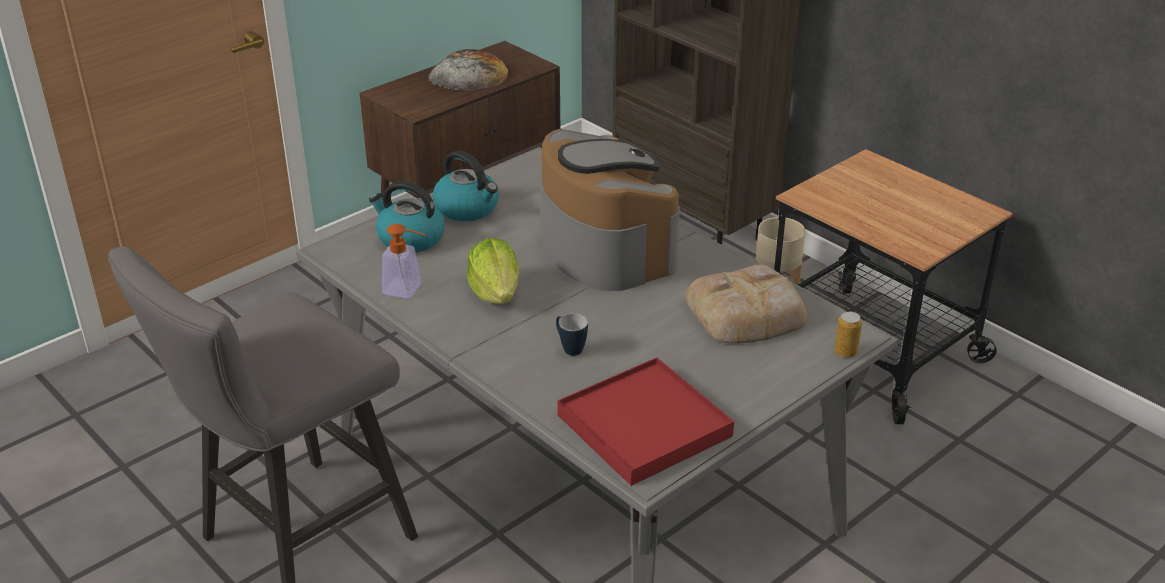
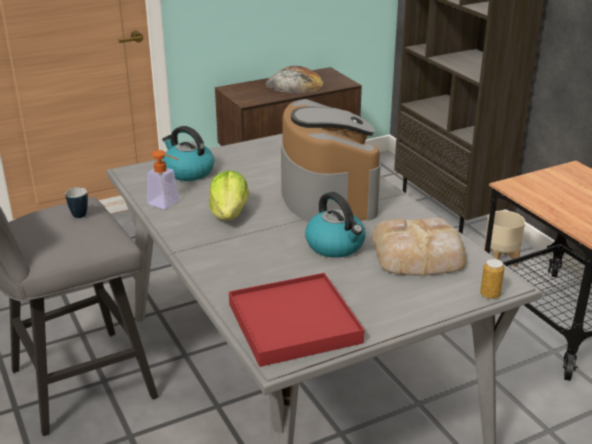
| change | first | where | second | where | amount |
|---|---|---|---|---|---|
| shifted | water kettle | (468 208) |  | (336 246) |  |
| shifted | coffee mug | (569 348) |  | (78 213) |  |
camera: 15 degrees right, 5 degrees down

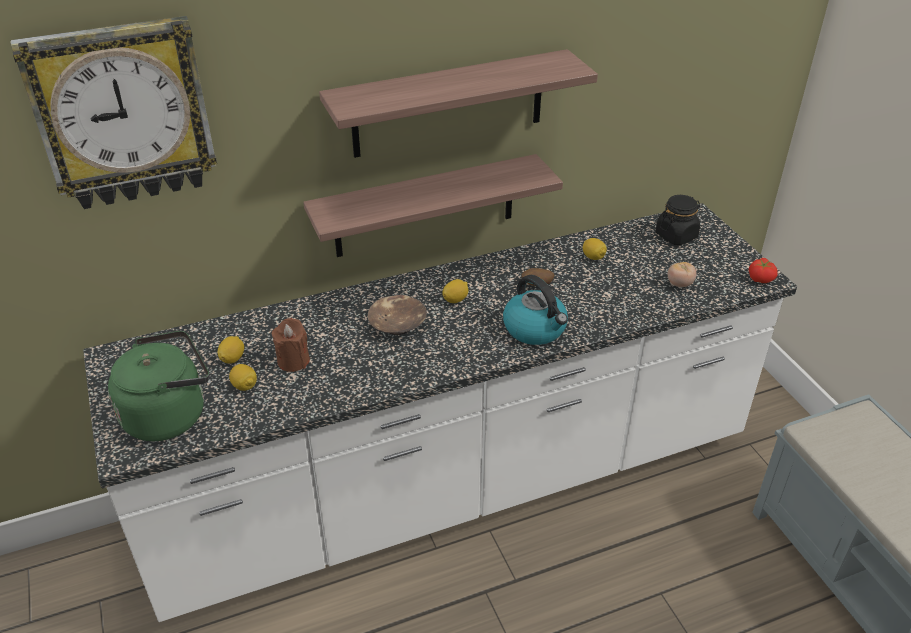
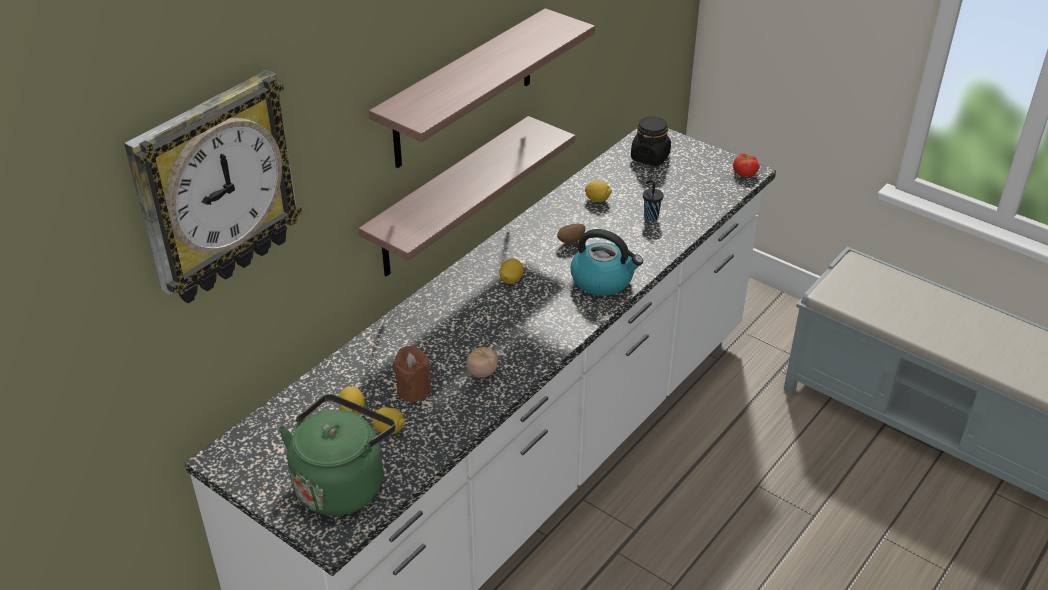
| change | first | where | second | where | amount |
|---|---|---|---|---|---|
| shifted | tomato | (679 284) |  | (482 372) |  |
| gone | brown-coloured serving bowl | (398 324) |  |  |  |
| new |  |  | black drinking cup | (650 216) |  |
camera: 30 degrees left, 0 degrees up

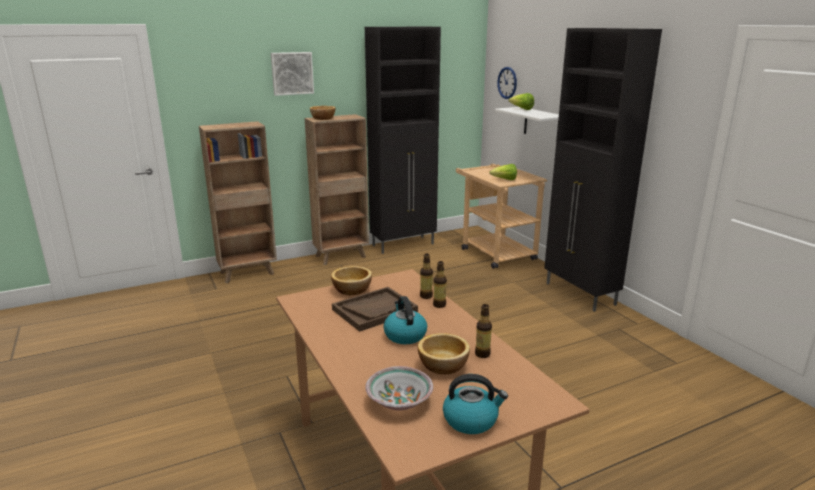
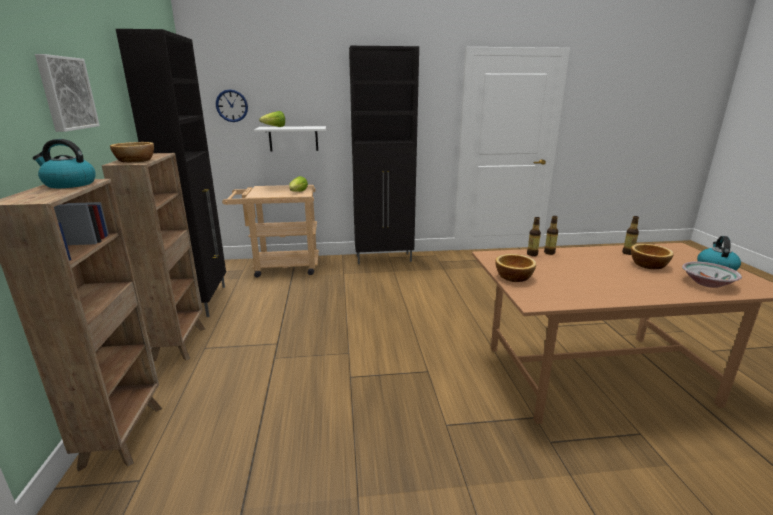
| change | first | where | second | where | amount |
|---|---|---|---|---|---|
| gone | brown-coloured carrying tray | (374 310) |  |  |  |
| shifted | water kettle | (404 335) |  | (69 184) |  |
camera: 70 degrees left, 0 degrees up

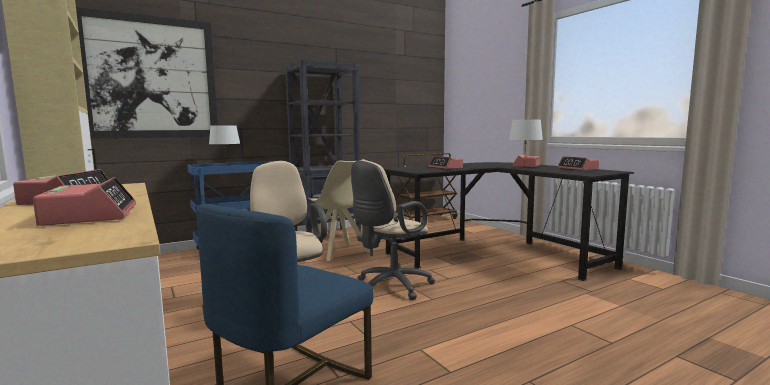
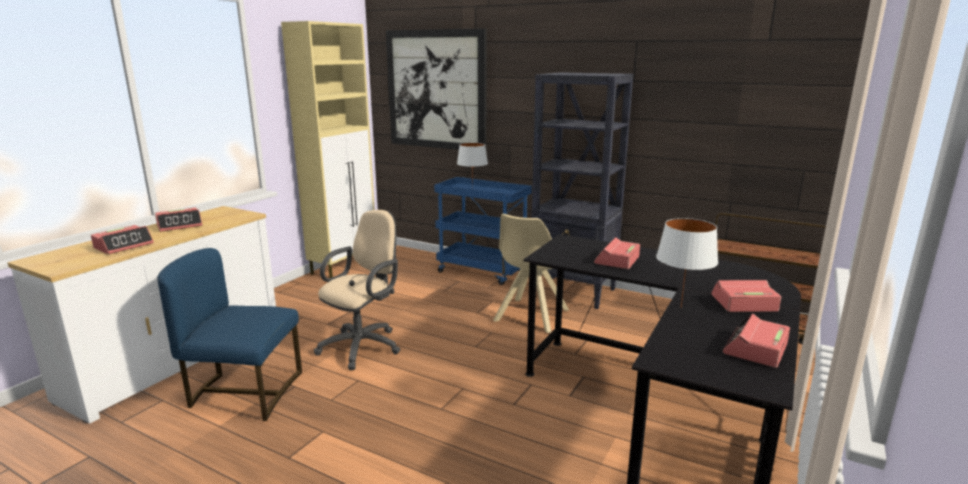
| change | first | where | second | where | amount |
|---|---|---|---|---|---|
| gone | beige computer chair | (390 287) |  |  |  |
camera: 60 degrees right, 10 degrees up

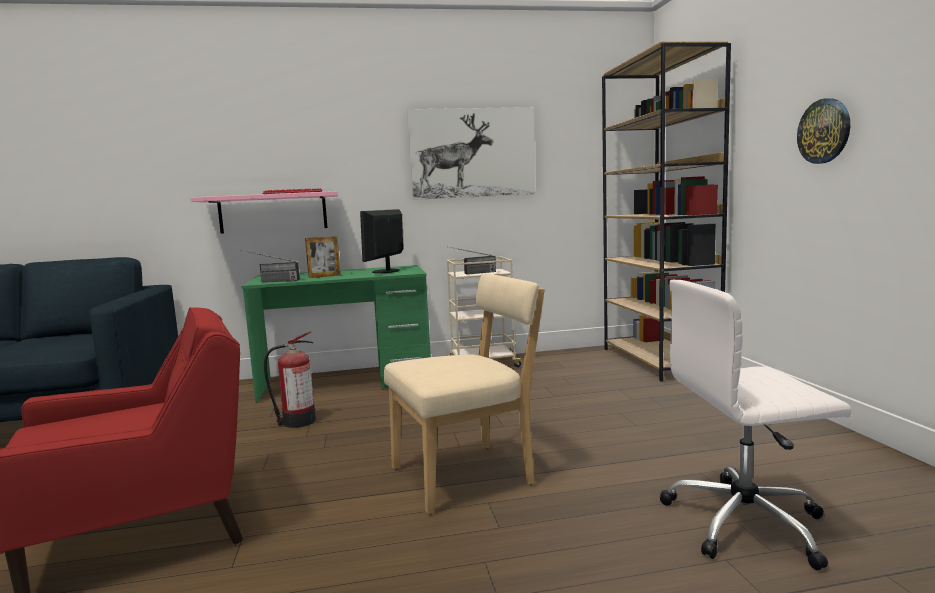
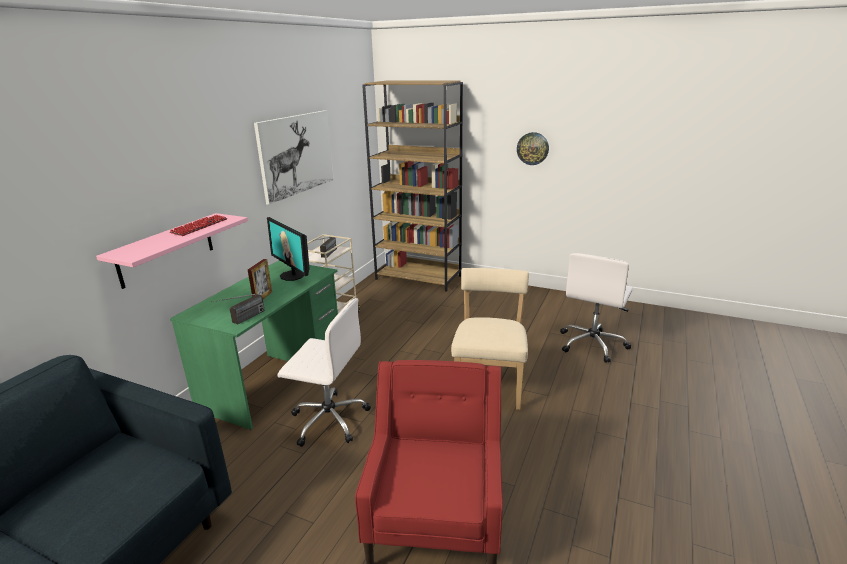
| change | first | where | second | where | amount |
|---|---|---|---|---|---|
| swapped | fire-fighting cylinder | (297 422) | white-coloured computer chair | (328 419) |  |
camera: 55 degrees left, 15 degrees up

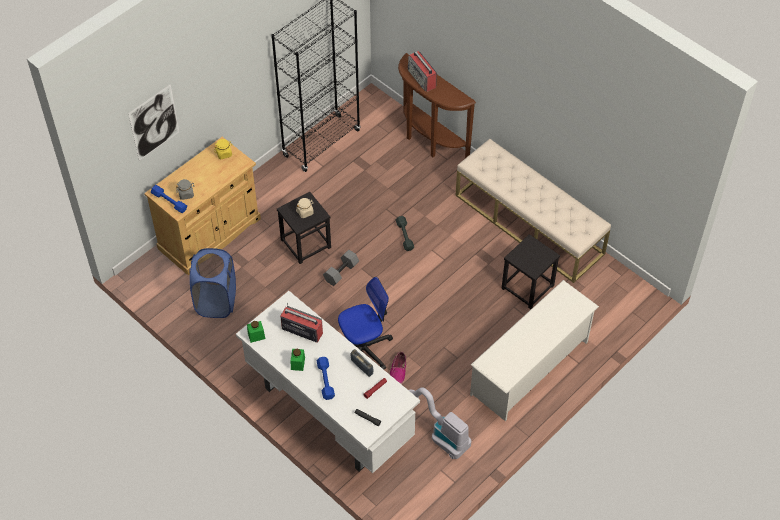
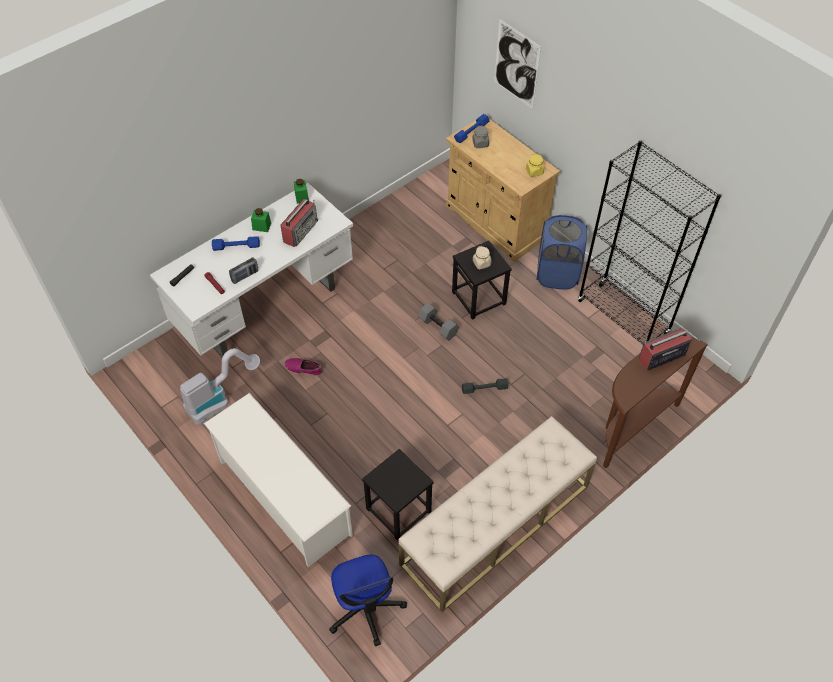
| change | first | where | second | where | amount |
|---|---|---|---|---|---|
| shifted | bluish washing basket | (216 301) |  | (557 274) |  |
| shifted | computer chair | (364 349) |  | (365 609) |  |
camera: 95 degrees right, 0 degrees up

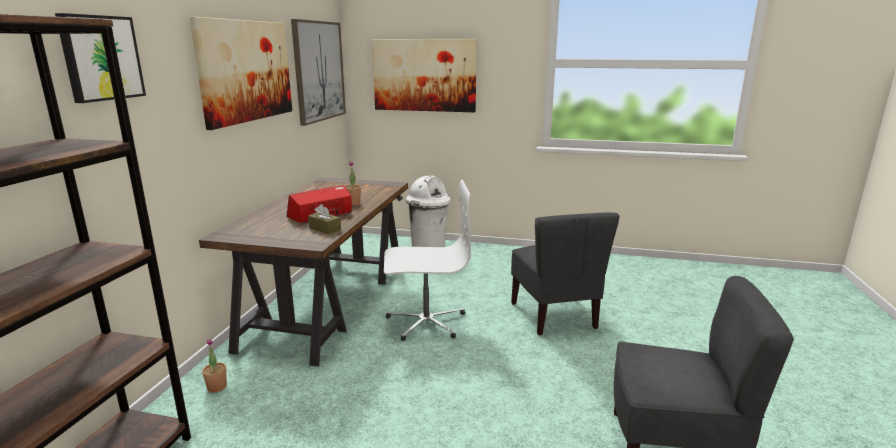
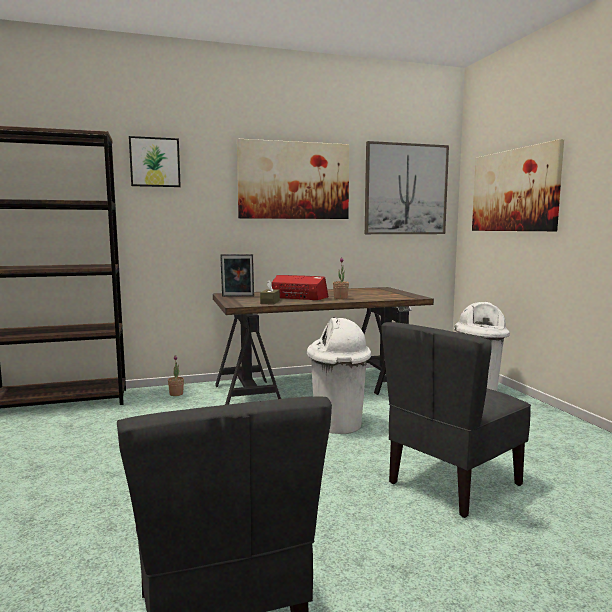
| change | first | where | second | where | amount |
|---|---|---|---|---|---|
| swapped | white-coloured computer chair | (426 321) | white-coloured waste bin | (338 425) |  |
| new |  |  | picture frame | (237 296) |  |
camera: 60 degrees right, 10 degrees down

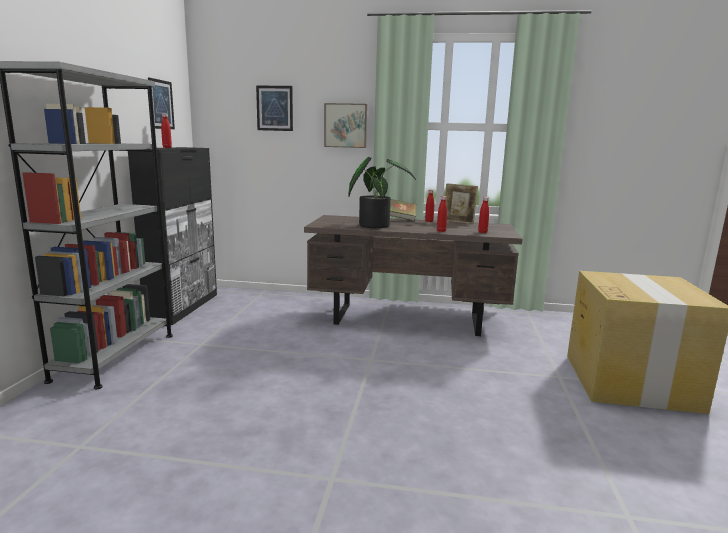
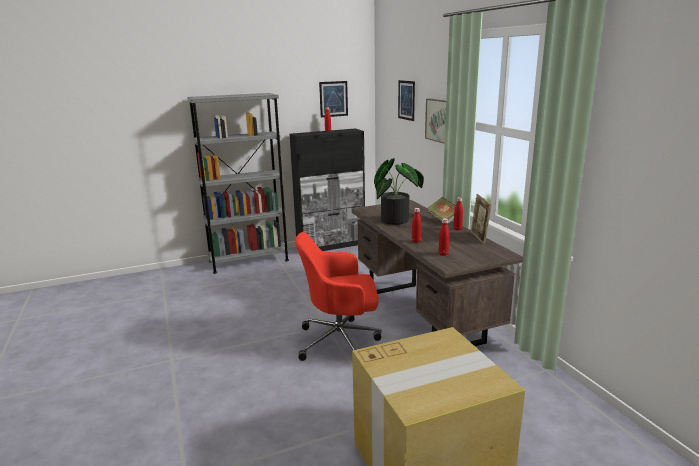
| change | first | where | second | where | amount |
|---|---|---|---|---|---|
| new |  |  | reddish computer chair | (341 342) |  |
camera: 60 degrees right, 5 degrees up

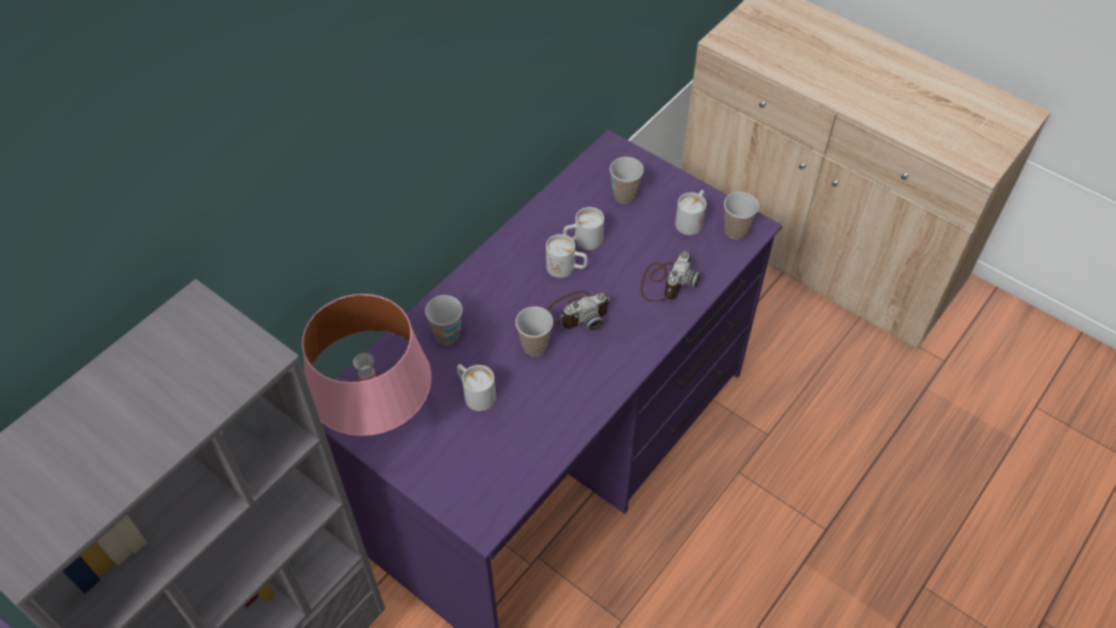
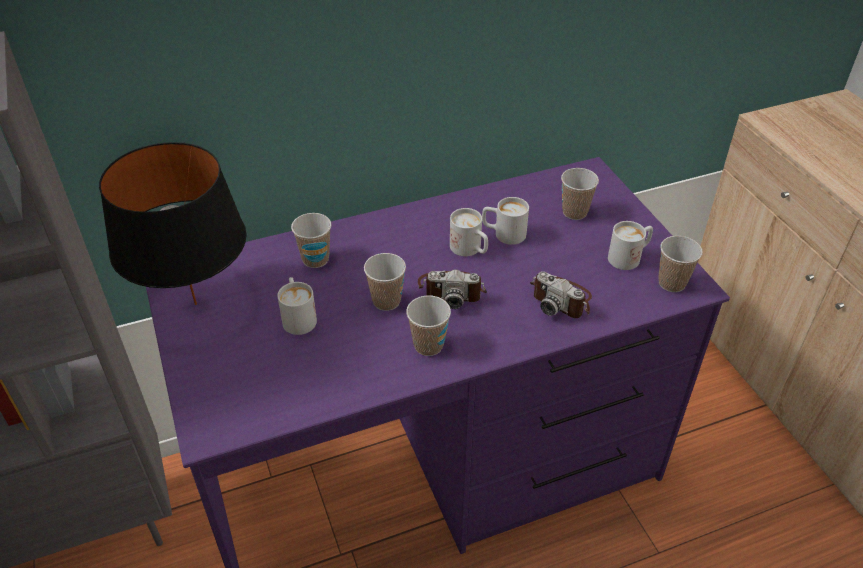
| change | first | where | second | where | amount |
|---|---|---|---|---|---|
| rotated | photo camera | (666 282) |  | (561 299) | 75 degrees clockwise |
| repainted | pinkish tabletop lamp | (379 423) | black tabletop lamp | (195 304) |  |
| new |  |  | drinking cup | (428 345) |  |
camera: 30 degrees right, 10 degrees down

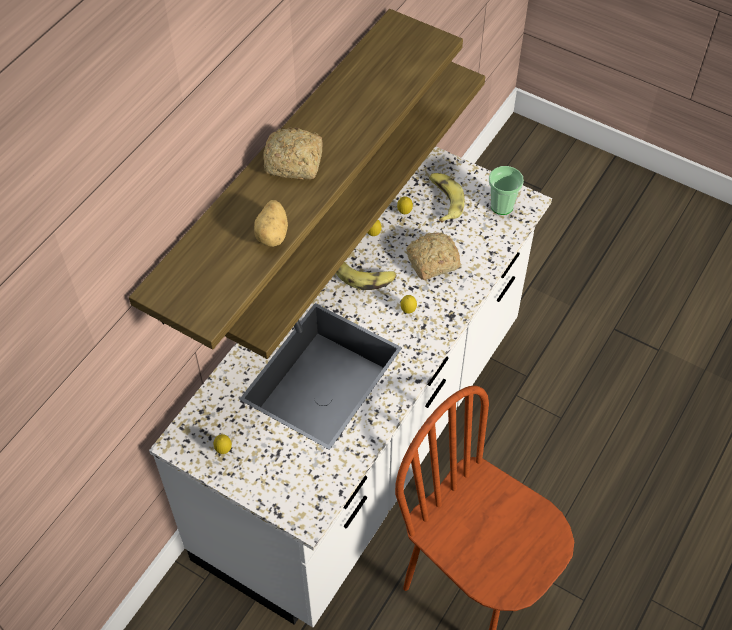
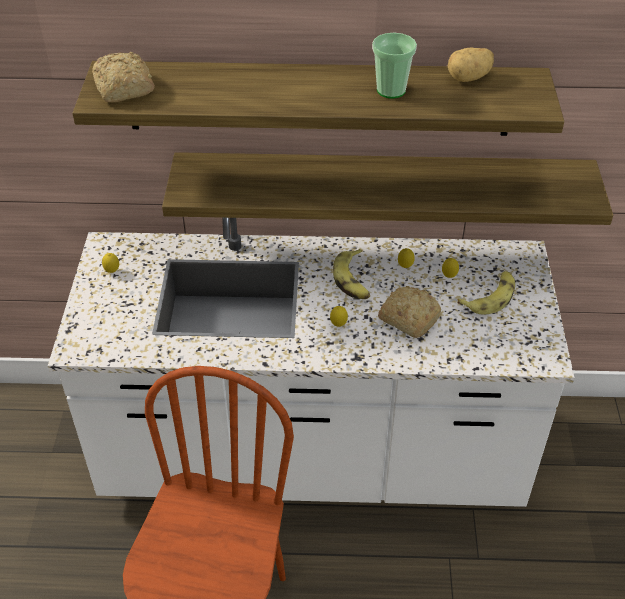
| change | first | where | second | where | amount |
|---|---|---|---|---|---|
| shifted | bakery bread | (295 163) |  | (123 89) |  |
| shifted | drinking cup | (502 206) |  | (391 90) |  |
| shifted | whole potato | (273 234) |  | (469 78) |  |
camera: 60 degrees right, 10 degrees down

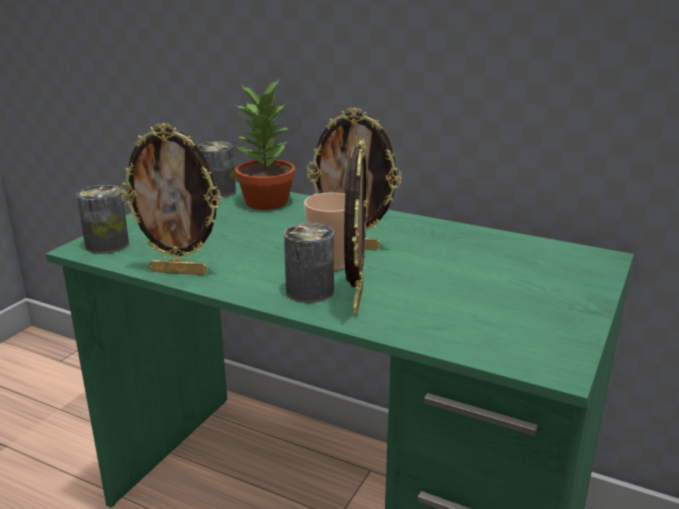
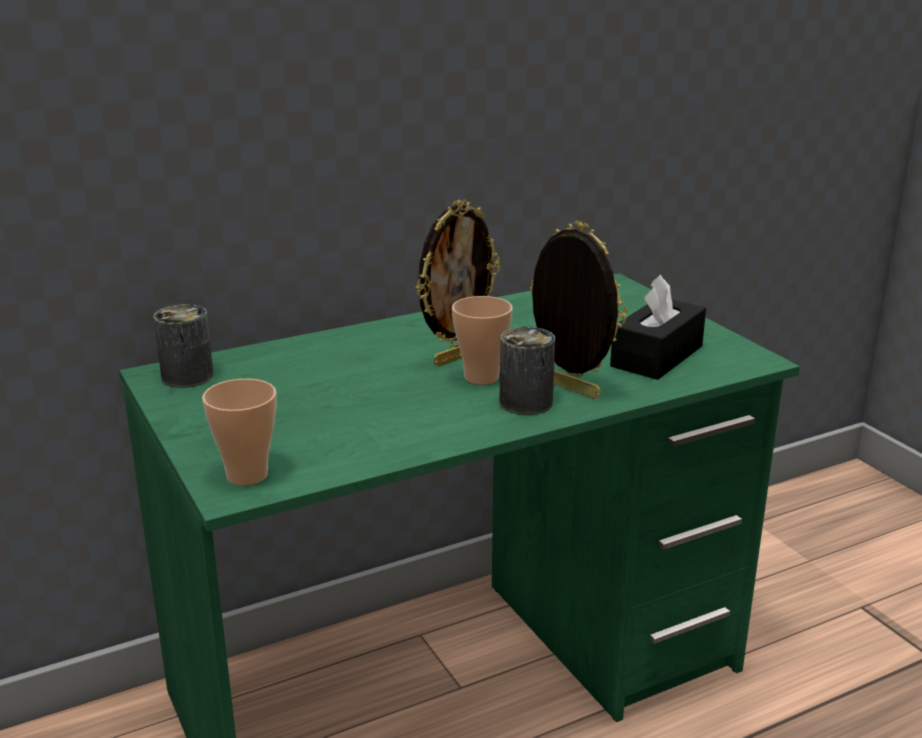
| change | first | where | second | where | amount |
|---|---|---|---|---|---|
| gone | plant in a pot | (267 202) |  |  |  |
| gone | picture frame | (180 271) |  |  |  |
| swapped | metal can | (107 245) | drinking cup | (247 475) |  |
| new |  |  | black tissue holder | (657 356) |  |
camera: 55 degrees left, 0 degrees up

